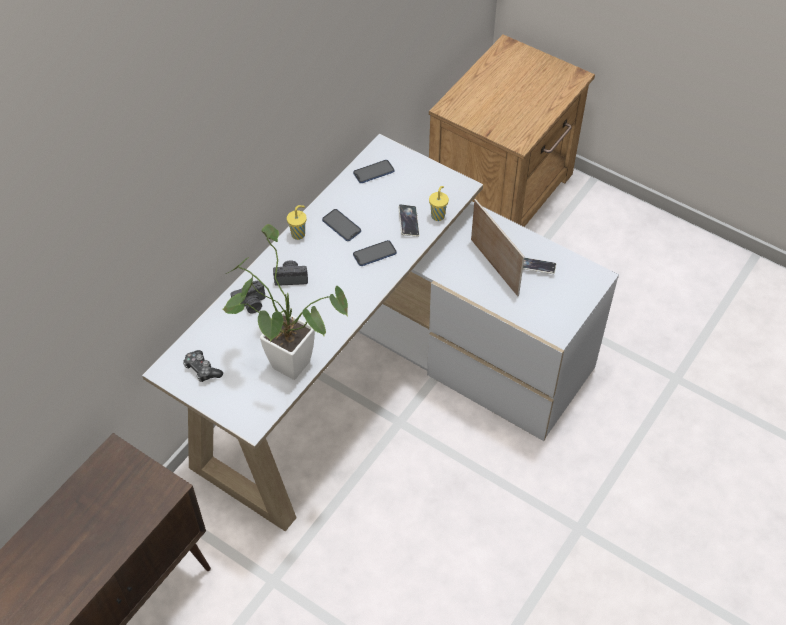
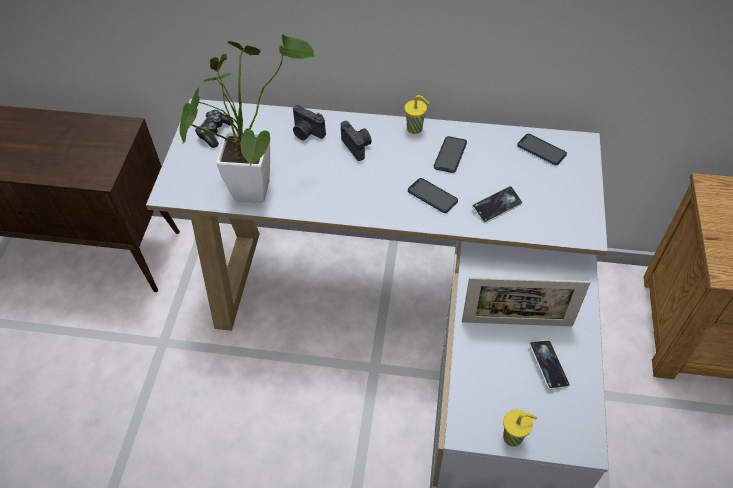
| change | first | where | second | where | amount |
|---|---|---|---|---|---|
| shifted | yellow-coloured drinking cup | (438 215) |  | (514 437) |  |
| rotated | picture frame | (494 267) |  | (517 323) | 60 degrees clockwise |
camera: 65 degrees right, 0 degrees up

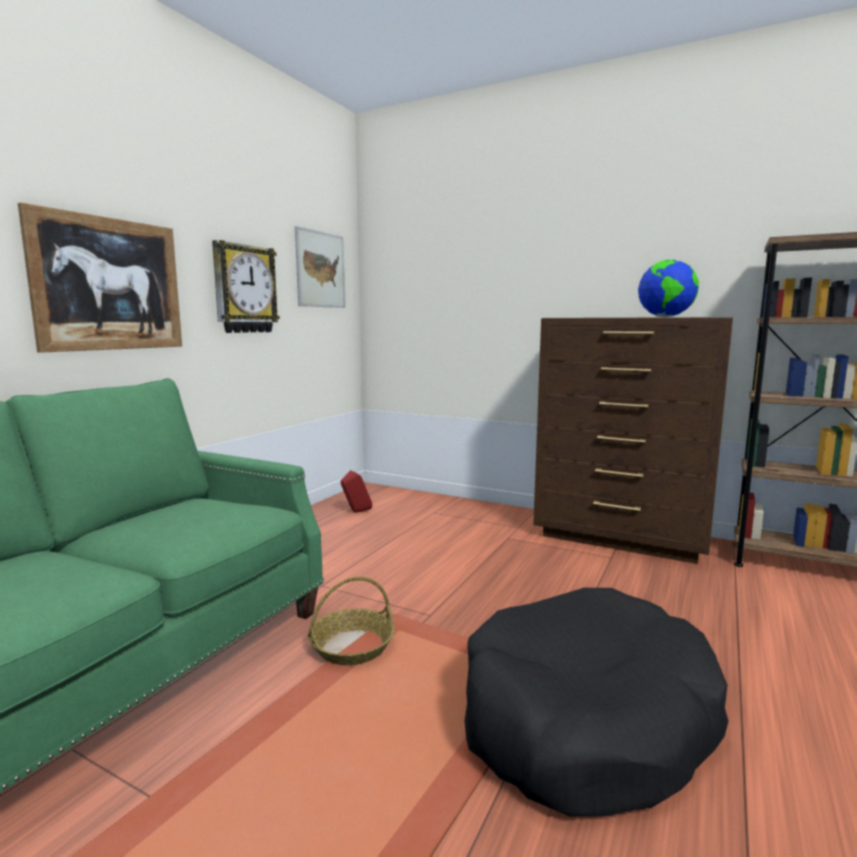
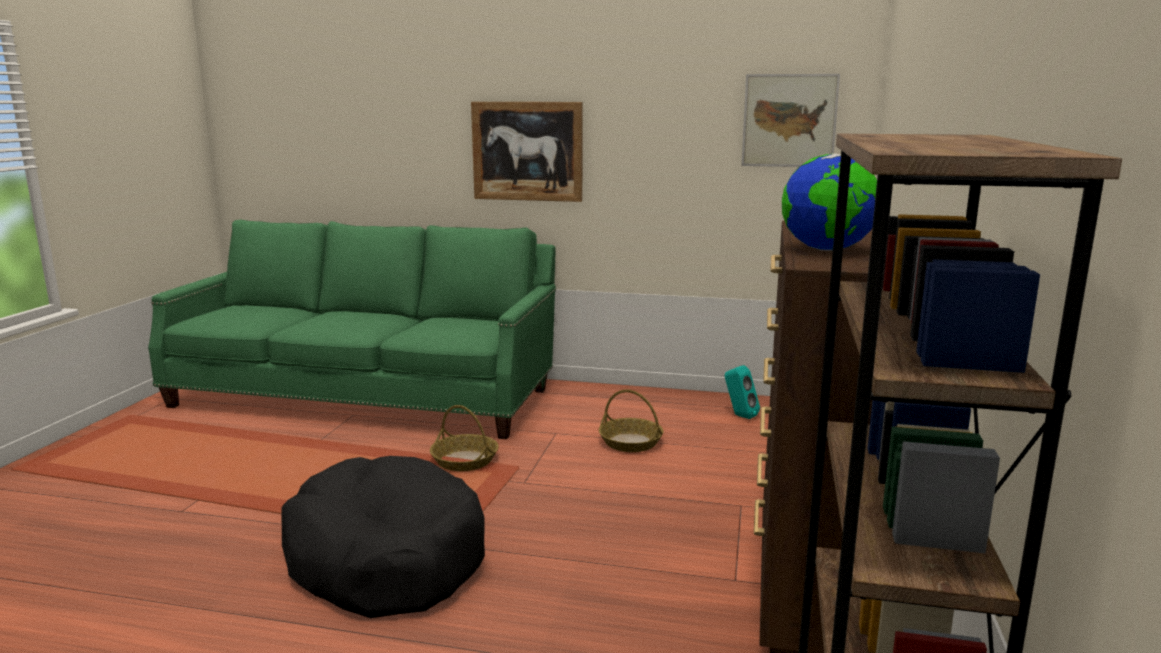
| change | first | where | second | where | amount |
|---|---|---|---|---|---|
| gone | clock on the wall | (244 289) |  |  |  |
| repainted | reddish speaker | (356 512) | turquoise speaker | (739 416) |  |
| new |  |  | household basket | (631 442) |  |
camera: 75 degrees right, 5 degrees up

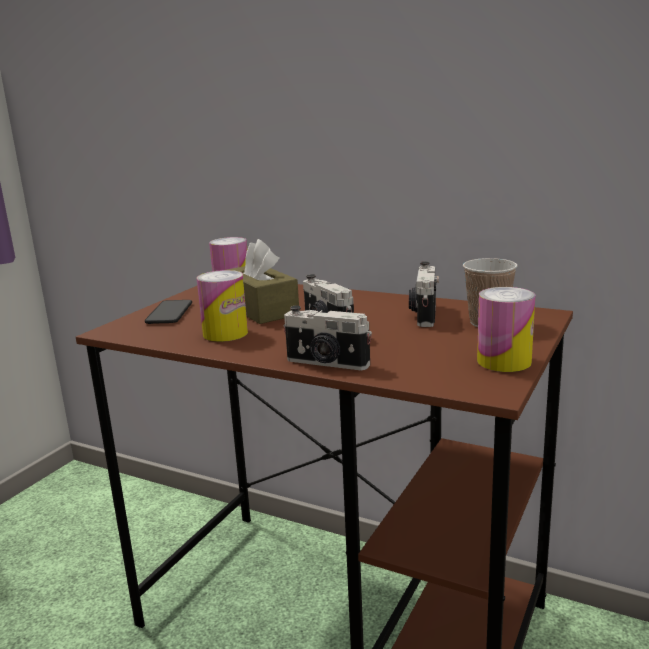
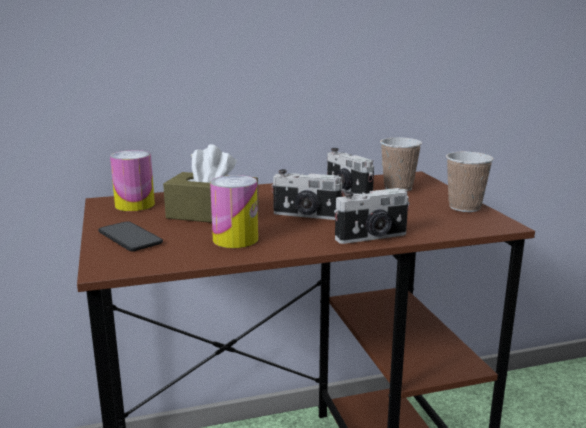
| change | first | where | second | where | amount |
|---|---|---|---|---|---|
| swapped | metal can | (504 361) | drinking cup | (464 207) |  |
camera: 45 degrees left, 0 degrees up

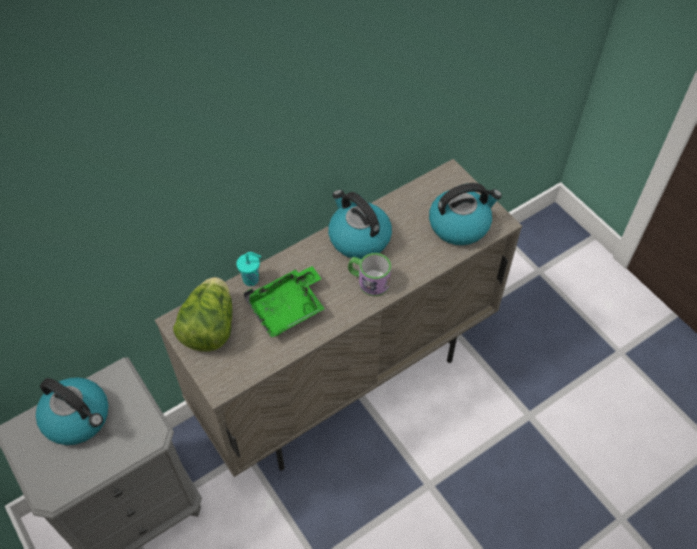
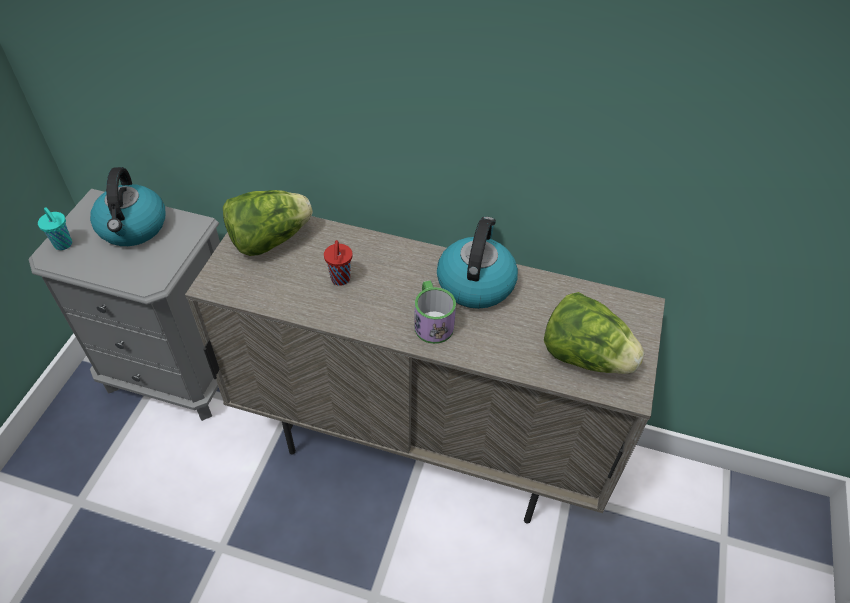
| change | first | where | second | where | amount |
|---|---|---|---|---|---|
| swapped | water kettle | (460 224) | lettuce head | (585 356) |  |
| shifted | turquoise drinking cup | (252 280) |  | (64 245) |  |
| swapped | green carrying tray | (287 308) | reddish drinking cup | (340 280) |  |
camera: 50 degrees right, 5 degrees down

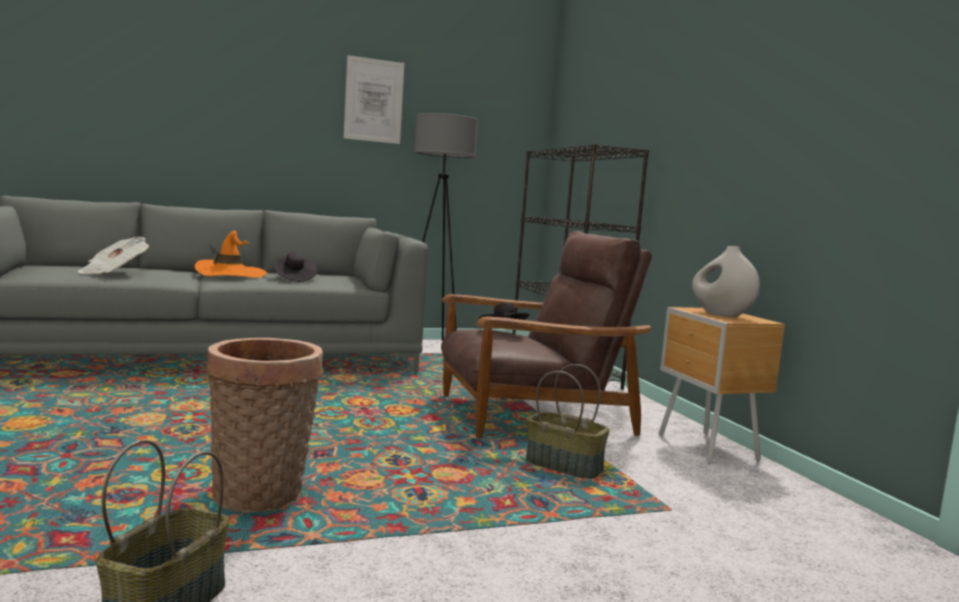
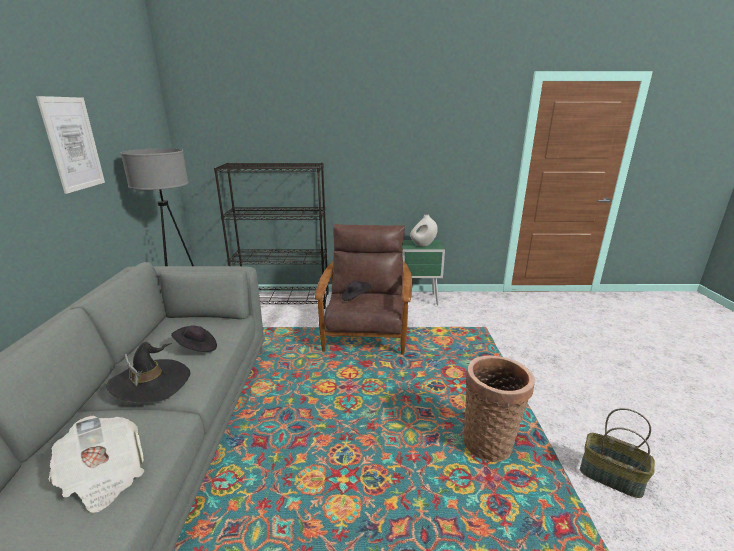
| change | first | where | second | where | amount |
|---|---|---|---|---|---|
| repainted | orangey hat | (231 274) | black hat | (151 383) |  |
| repainted | brown-coloured nightstand | (707 448) | green nightstand | (419 300) |  |
| gone | household basket | (565 466) |  |  |  |
camera: 70 degrees left, 15 degrees up

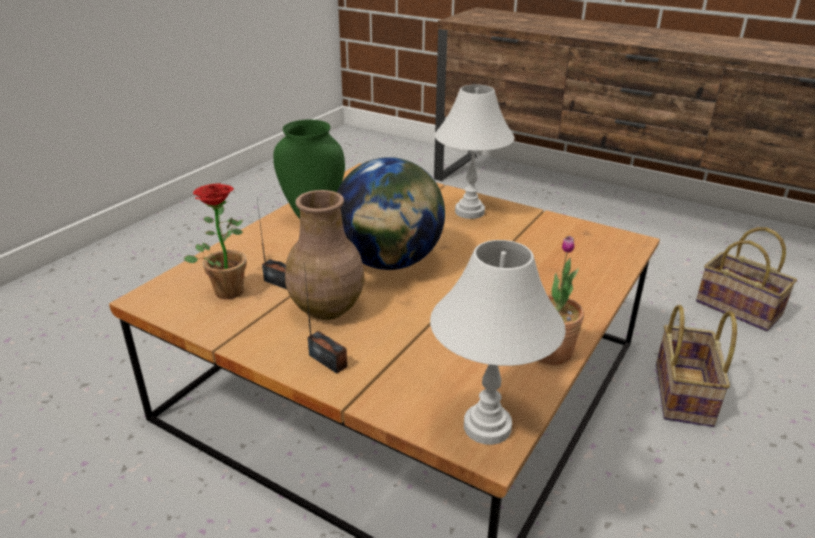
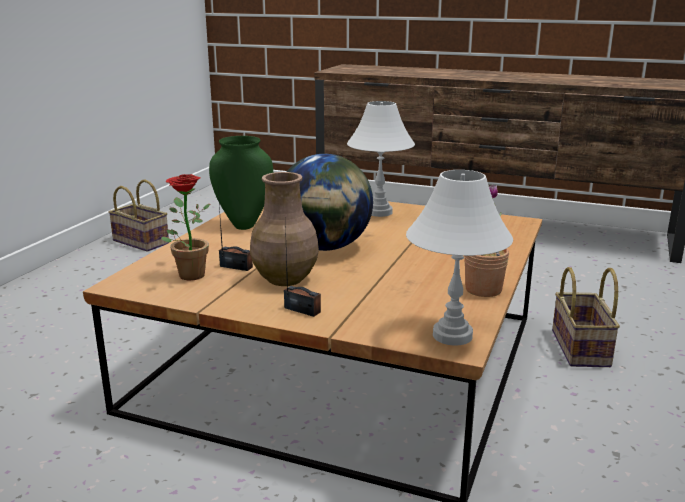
| change | first | where | second | where | amount |
|---|---|---|---|---|---|
| shifted | household basket | (740 309) |  | (142 242) |  |
camera: 10 degrees left, 10 degrees down

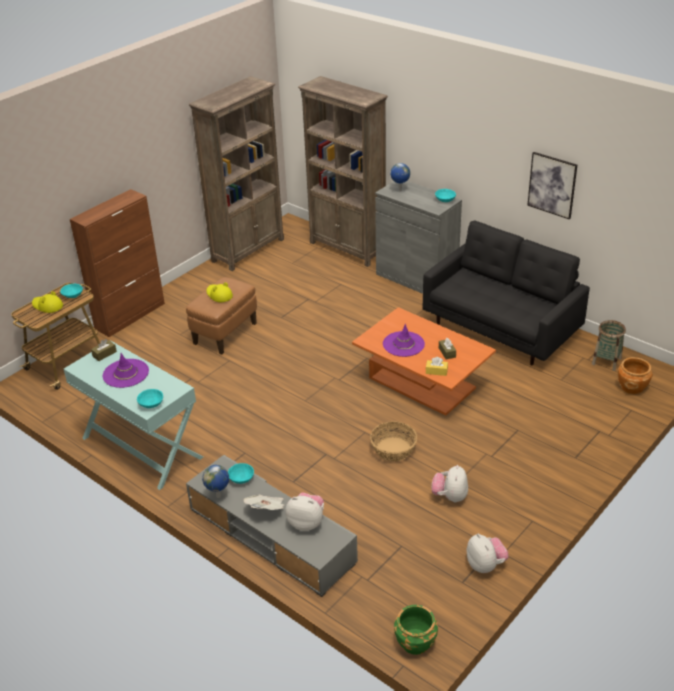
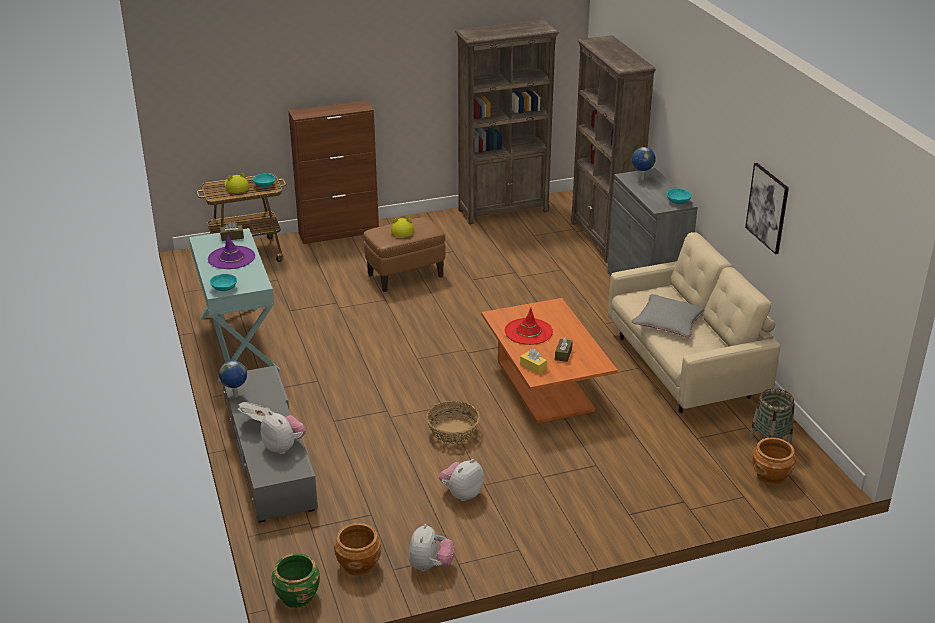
| change | first | where | second | where | amount |
|---|---|---|---|---|---|
| repainted | black couch | (501 329) | beige couch | (685 367) |  |
| repainted | purple hat | (403 344) | reddish hat | (528 331) |  |
| gone | turquoise serving bowl | (241 479) |  |  |  |
| new |  |  | gray cushion | (669 321) |  |
| new |  |  | brown-coloured flower pot | (359 565) |  |
camera: 30 degrees right, 5 degrees down

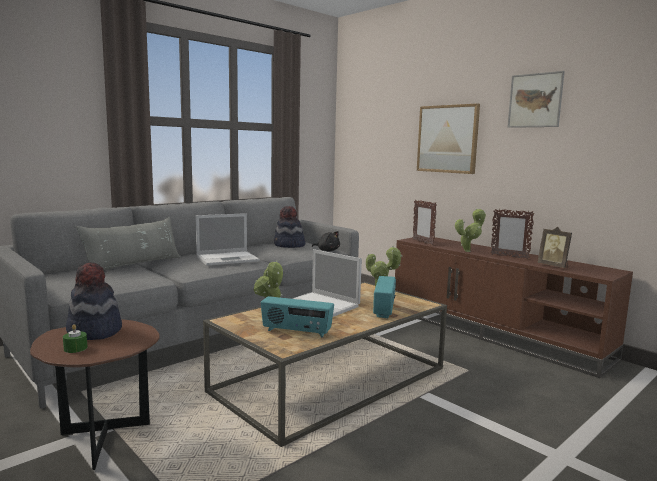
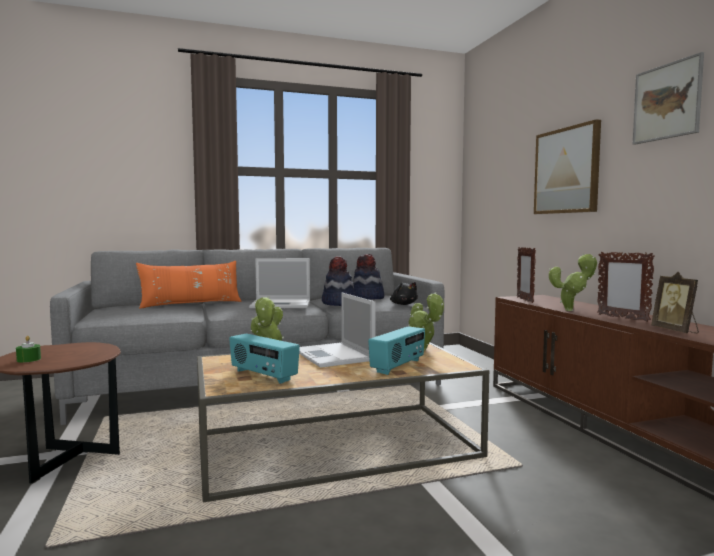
| change | first | where | second | where | amount |
|---|---|---|---|---|---|
| repainted | gray cushion | (134 265) | orangey cushion | (191 304) |  |
| shifted | hat | (94 331) |  | (338 304) |  |
camera: 25 degrees right, 5 degrees down

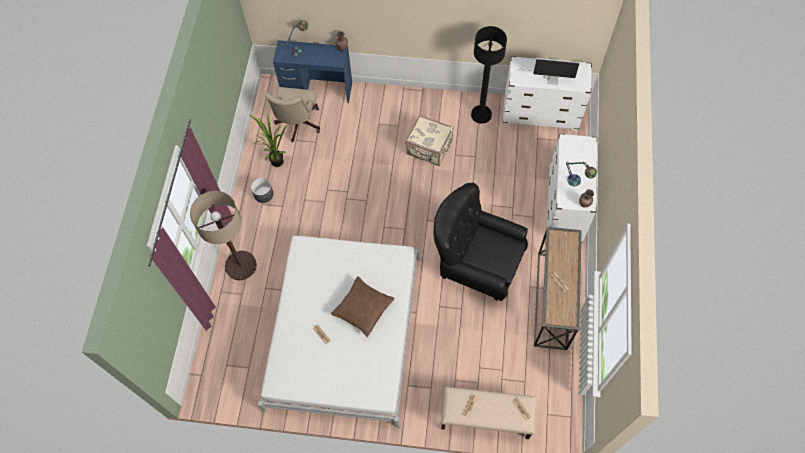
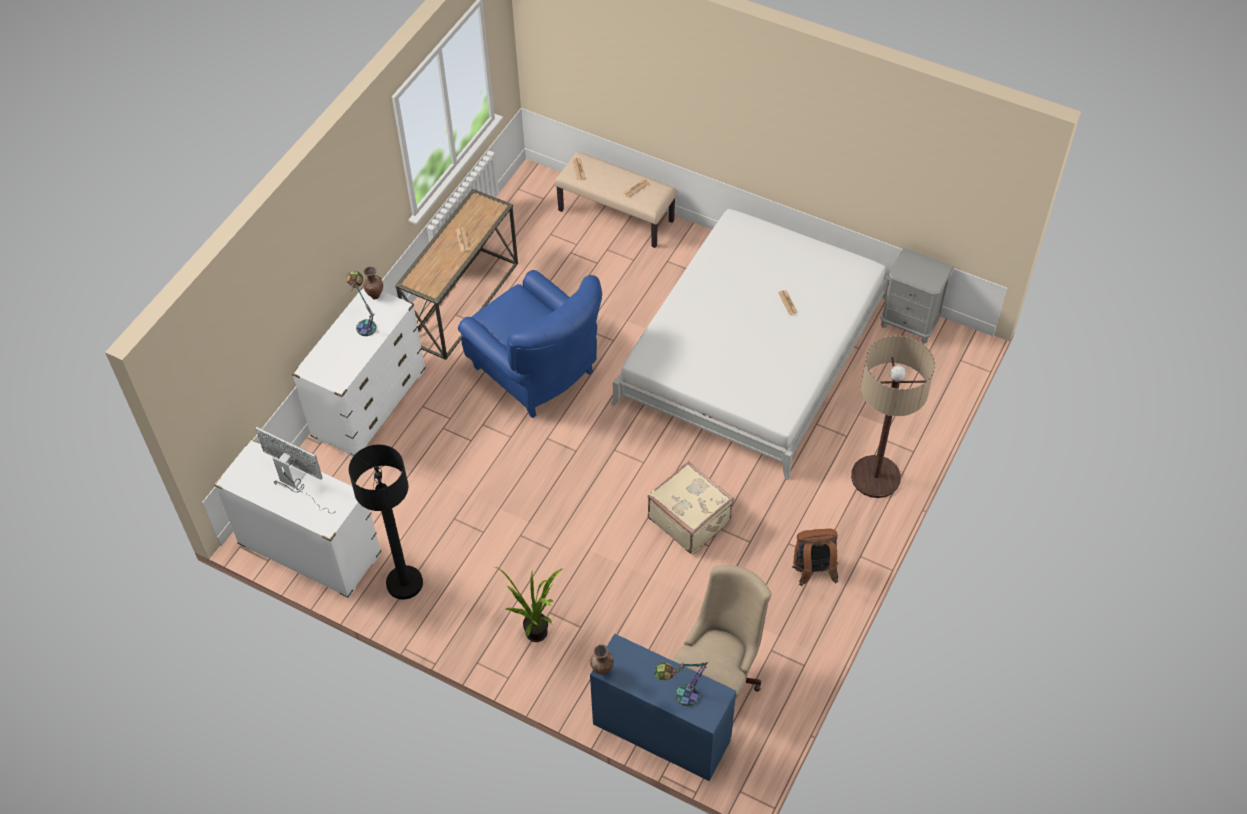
| change | first | where | second | where | amount |
|---|---|---|---|---|---|
| shifted | plant in a pot | (276 160) |  | (536 638) |  |
| shifted | beige piece of luggage | (429 148) |  | (690 519) |  |
| swapped | gray flower pot | (263 194) | brown-coloured backpack | (813 572) |  |
| repainted | black lounge chair | (476 264) | bluish lounge chair | (537 373) |  |
| gone | brown-coloured cushion | (363 309) |  |  |  |
| new |  |  | gray nightstand | (910 323) |  |
camera: 160 degrees left, 10 degrees down

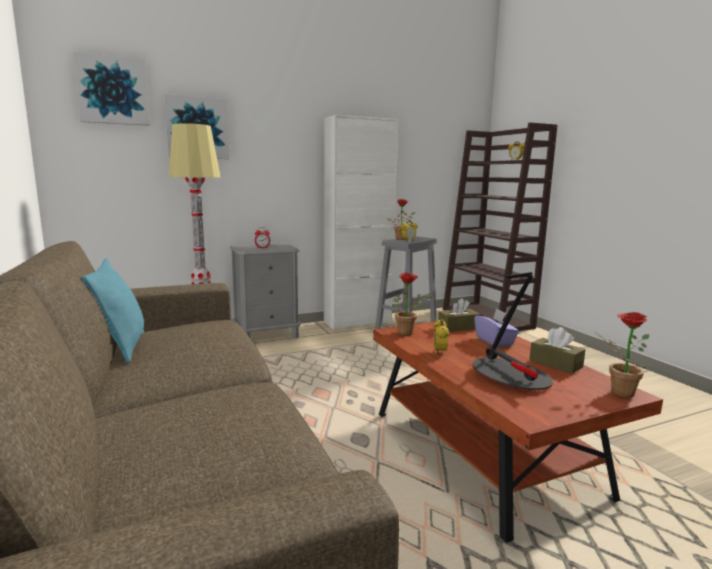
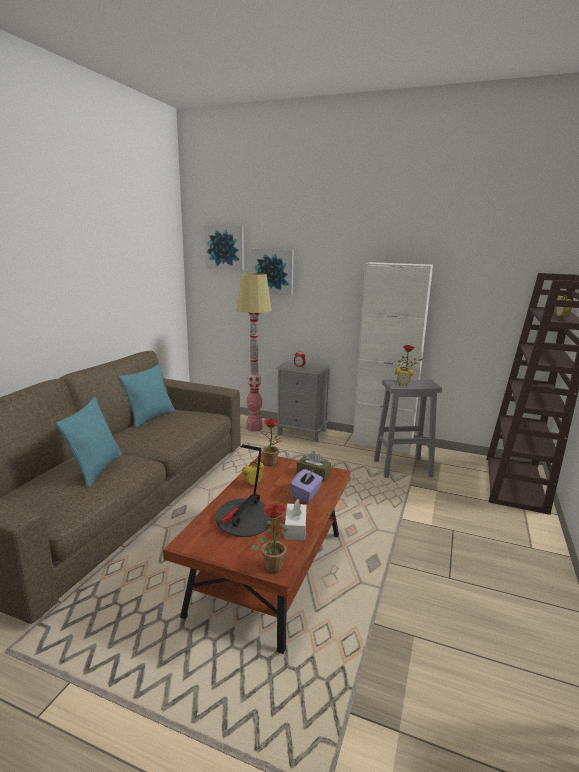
| change | first | where | second | where | amount |
|---|---|---|---|---|---|
| repainted | brown-coloured tissue holder | (555 364) | white-coloured tissue holder | (295 528) |  |
| new |  |  | turquoise cushion | (96 469) |  |
camera: 45 degrees right, 5 degrees up

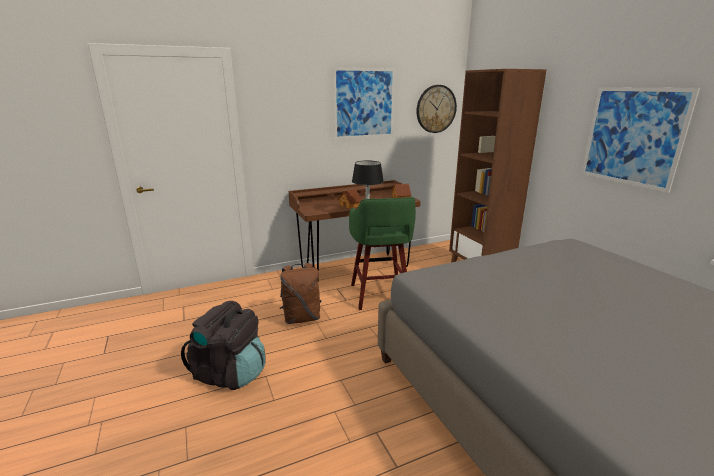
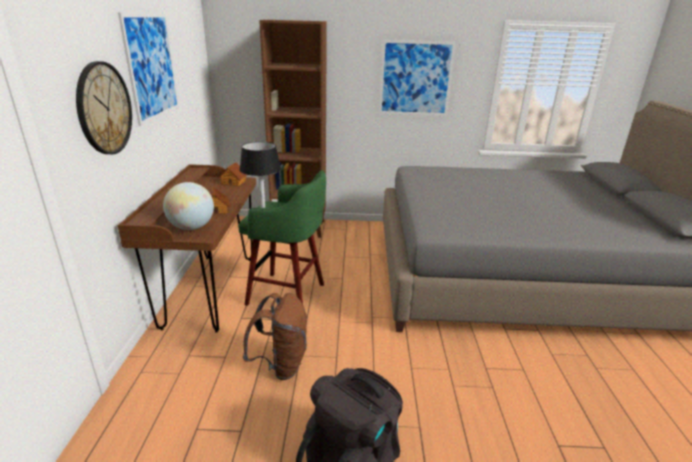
| change | first | where | second | where | amount |
|---|---|---|---|---|---|
| shifted | clock on the wall | (436 109) |  | (104 109) |  |
| new |  |  | globe | (192 227) |  |
camera: 65 degrees left, 5 degrees up

